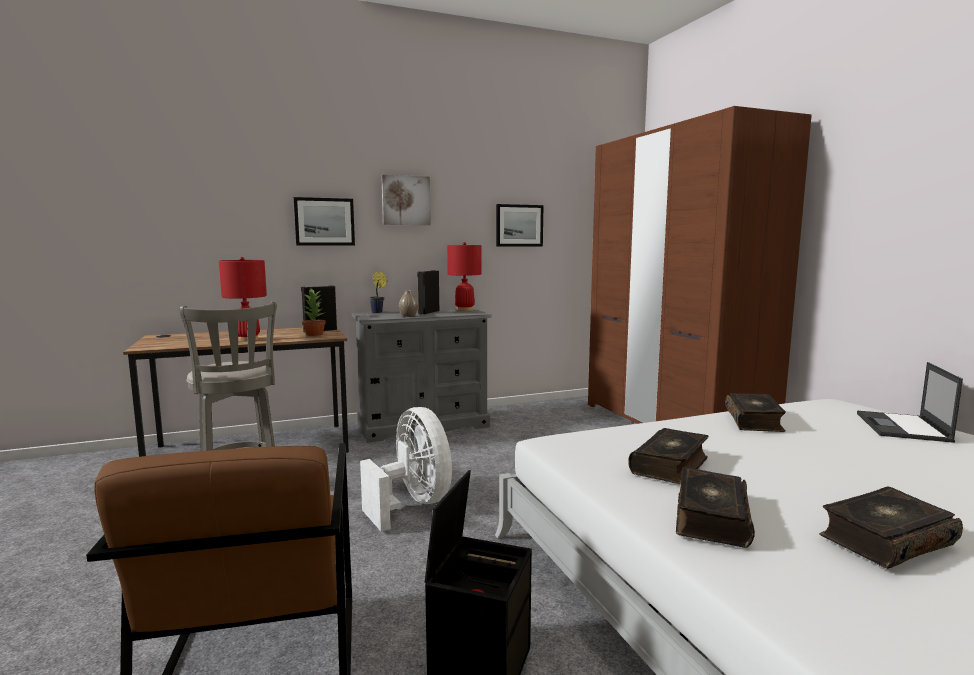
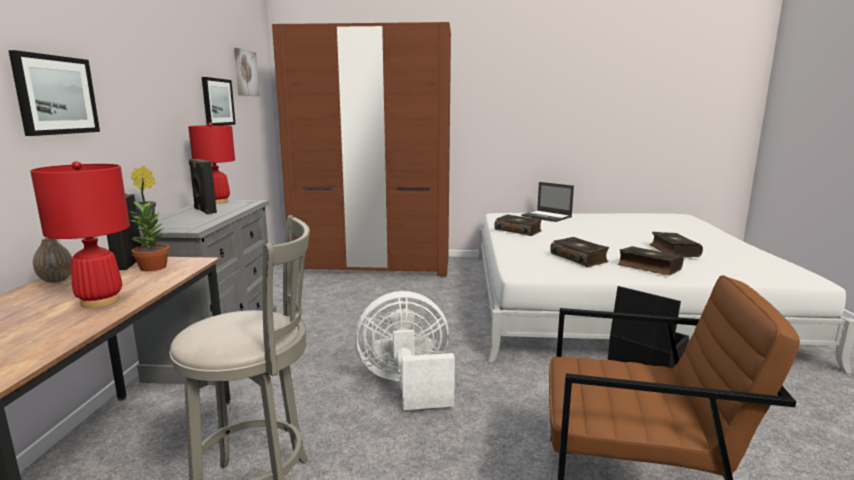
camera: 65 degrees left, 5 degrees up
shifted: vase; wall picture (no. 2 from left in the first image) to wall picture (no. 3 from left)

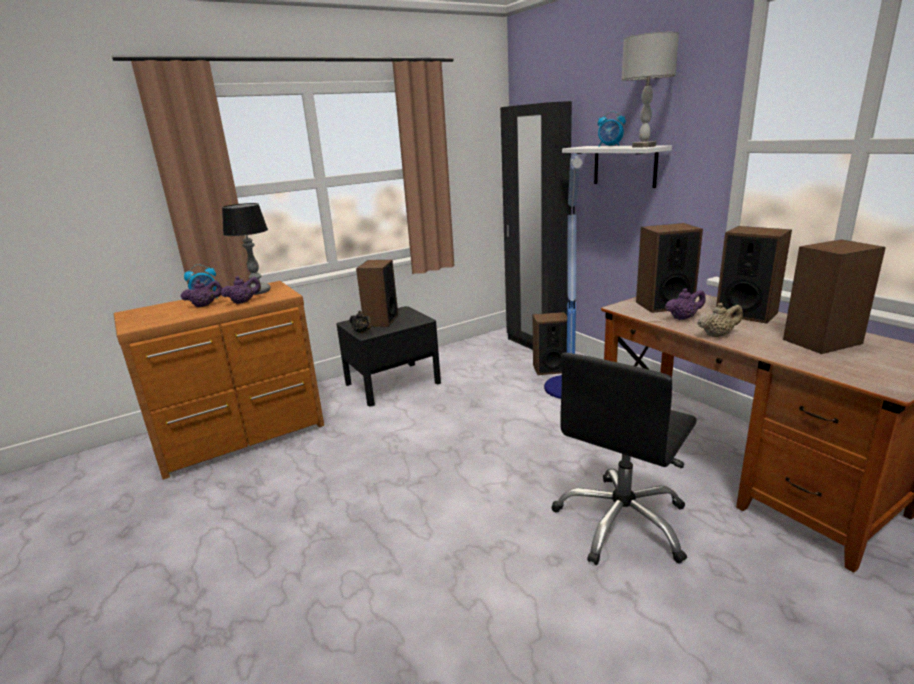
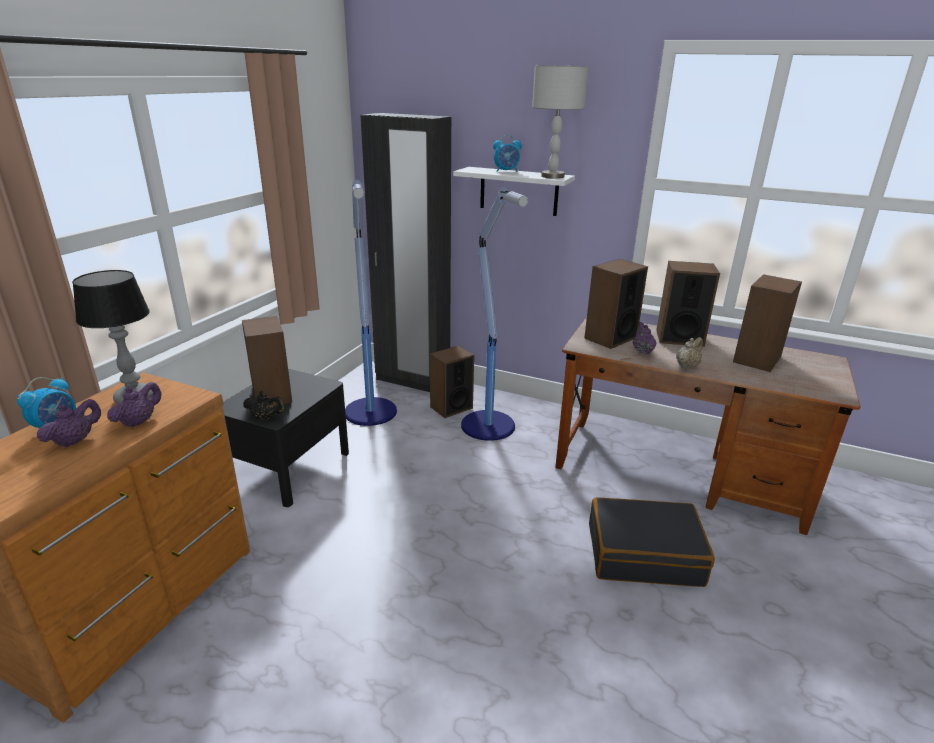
camera: 35 degrees left, 5 degrees up
new: standard lamp (no. 1 from left)
swapped: office chair in black to suitcase in black
rotated: pot for tea in purple (no. 3 from left) 45 degrees counterclockwise

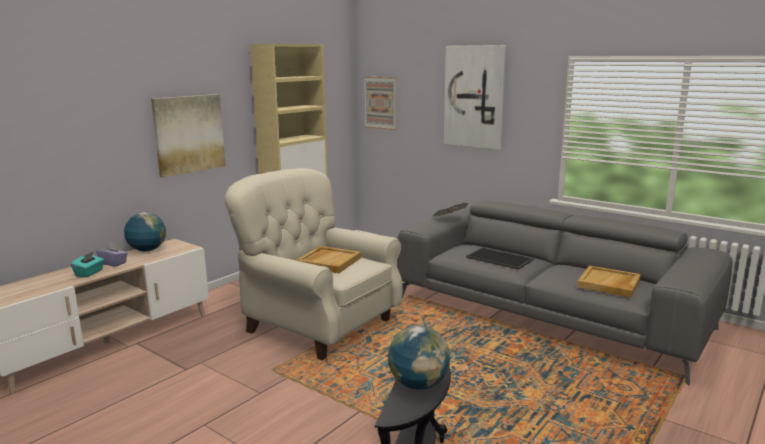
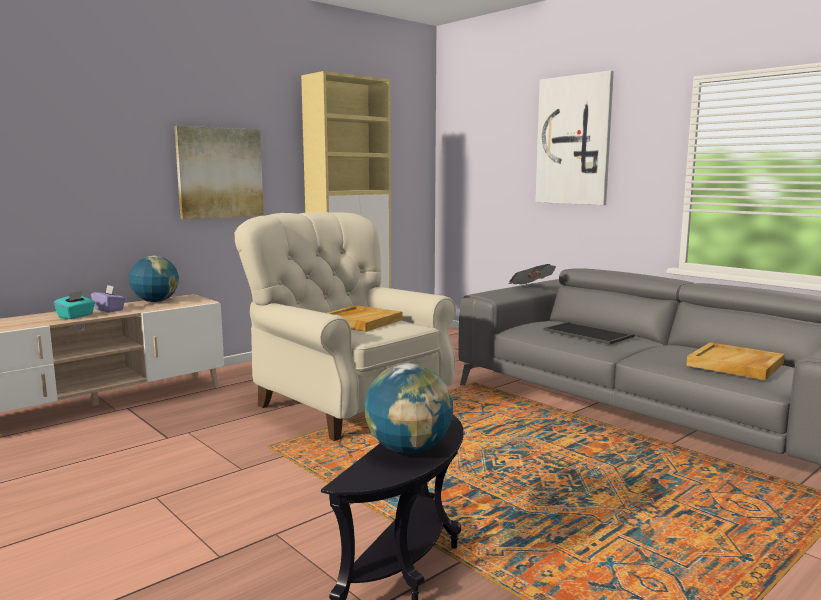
camera: 10 degrees right, 5 degrees down
gone: wall picture (no. 2 from left)

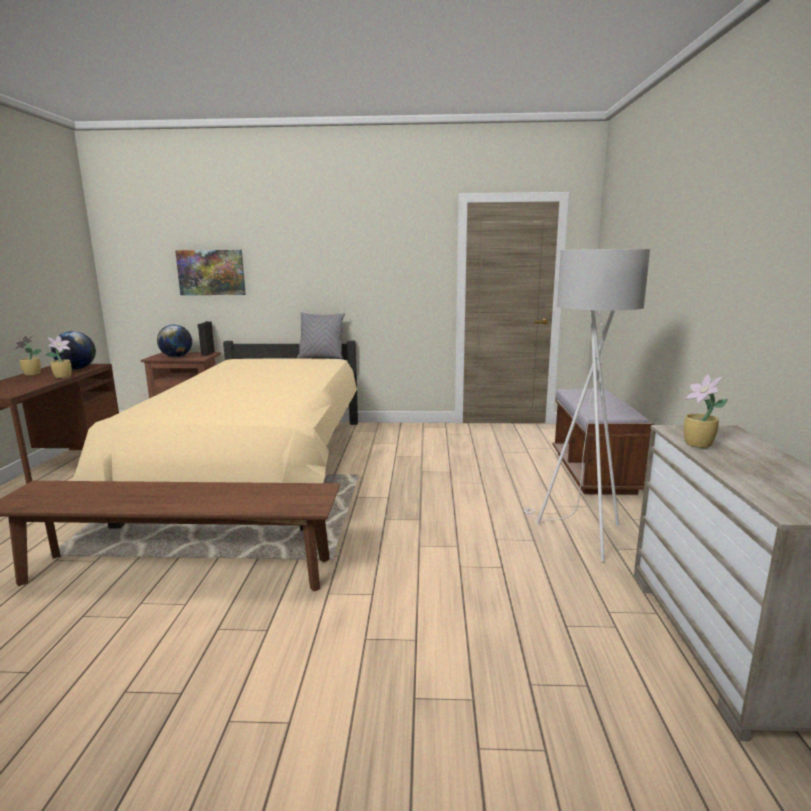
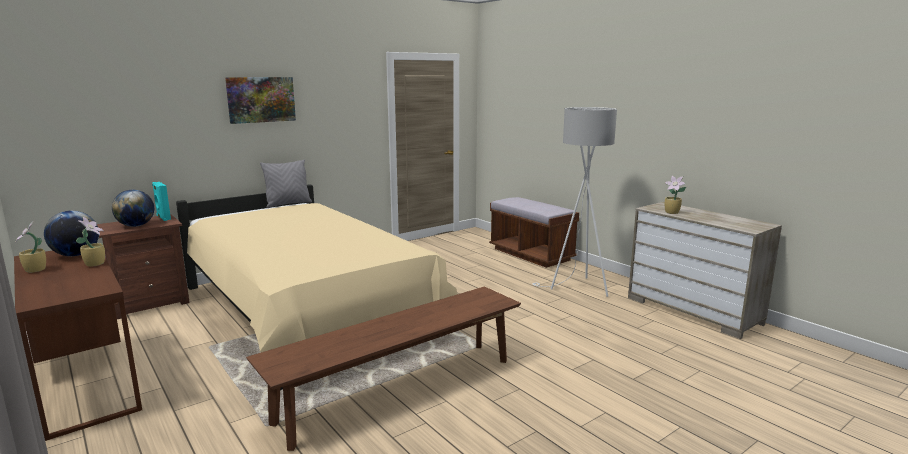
camera: 40 degrees left, 0 degrees up
shifted: wall picture
repainted: audio speaker in black to audio speaker in turquoise-coloured

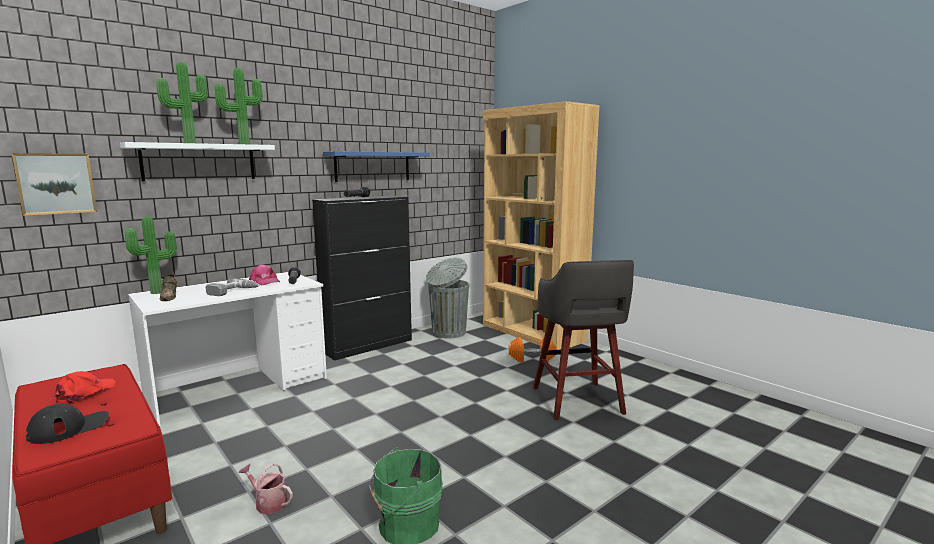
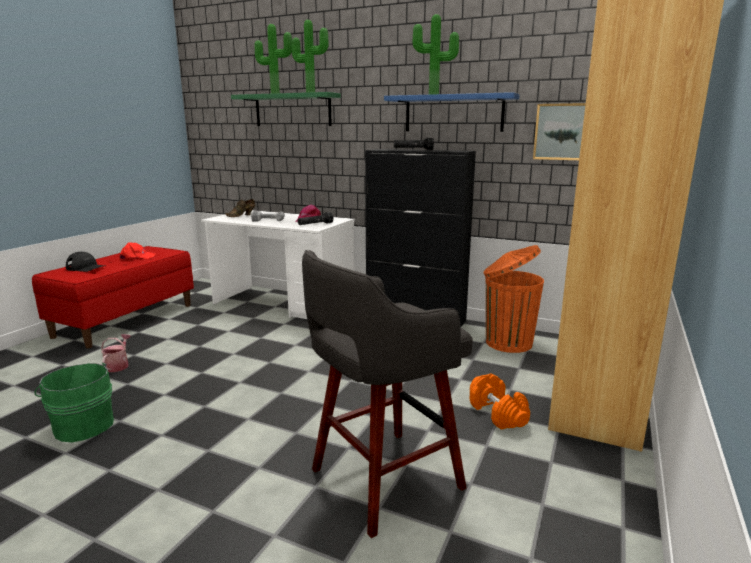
camera: 65 degrees right, 5 degrees up
shifted: houseplant (no. 1 from left in the first image) to houseplant (no. 3 from left); wall picture
repainted: shelf in whitish to shelf in green; waste bin in gray to waste bin in orange

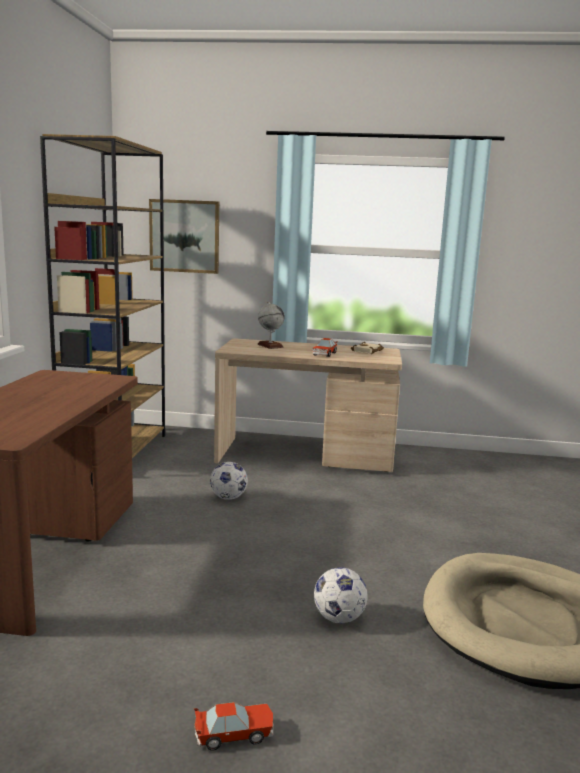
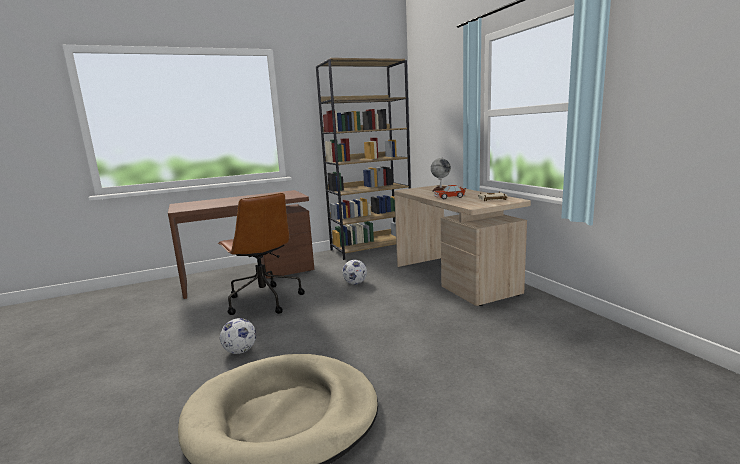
camera: 60 degrees right, 0 degrees up
gone: wall picture; toy car (no. 1 from left)
new: office chair in brown

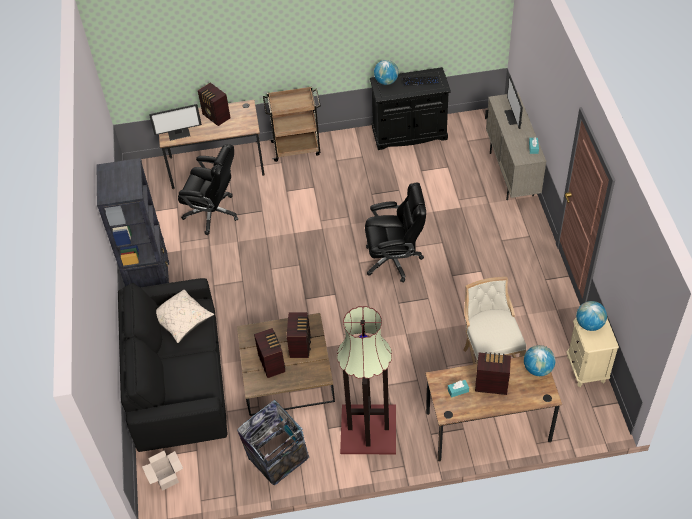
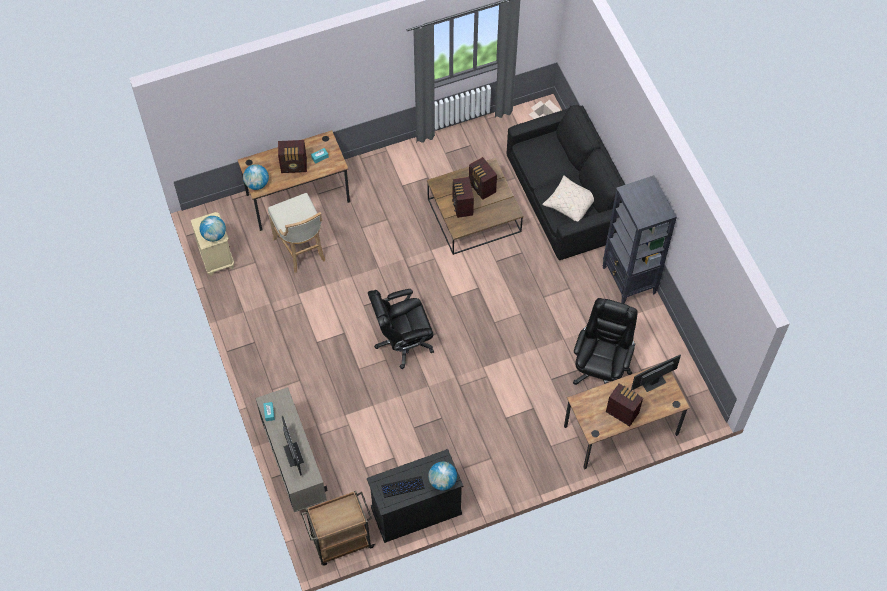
camera: 165 degrees right, 10 degrees up
gone: waste bin; standard lamp
shifted: cart in brown
rotated: office chair in black (no. 1 from left in the first image) 105 degrees clockwise

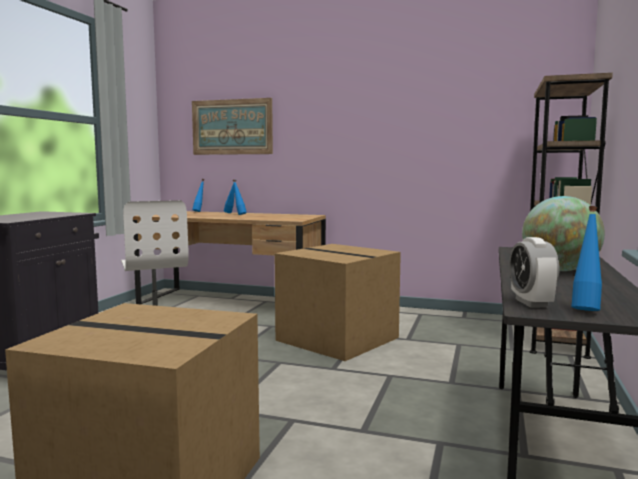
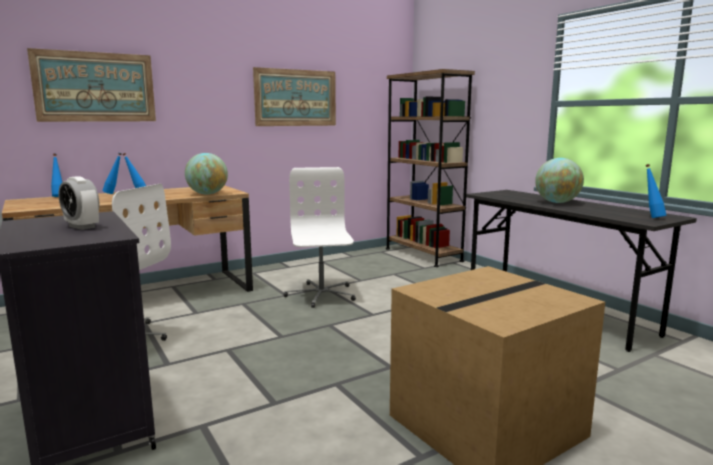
camera: 50 degrees left, 5 degrees up
new: globe (no. 1 from left); wall picture (no. 2 from left)
shifted: bedside clock
swapped: cardboard box (no. 2 from left) to office chair in whitish (no. 2 from left)

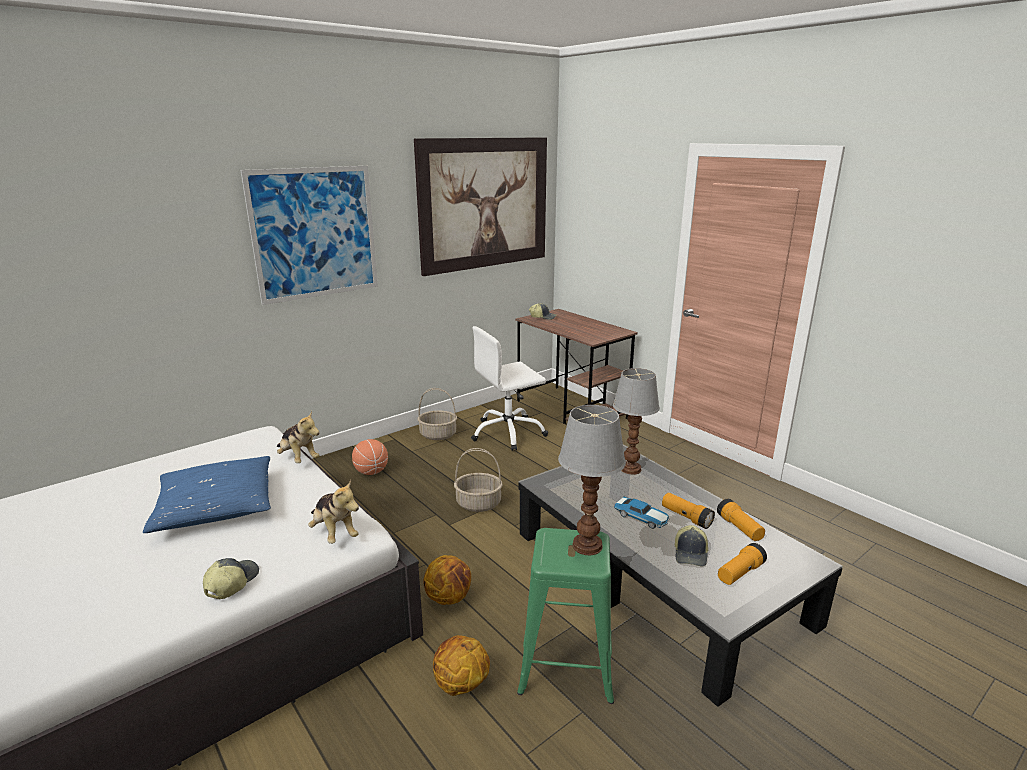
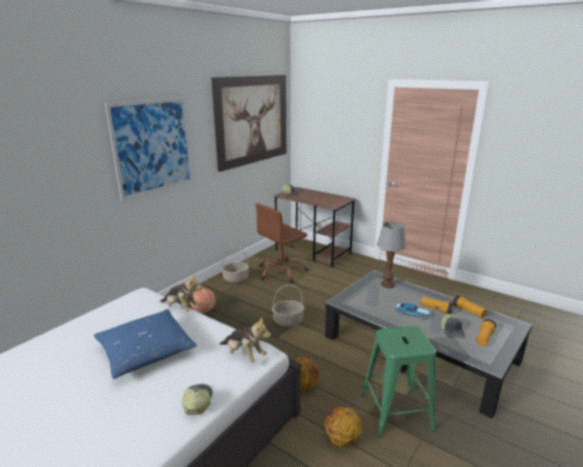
camera: 15 degrees left, 0 degrees up
gone: tabletop lamp (no. 1 from left)
repainted: office chair in whitish to office chair in brown

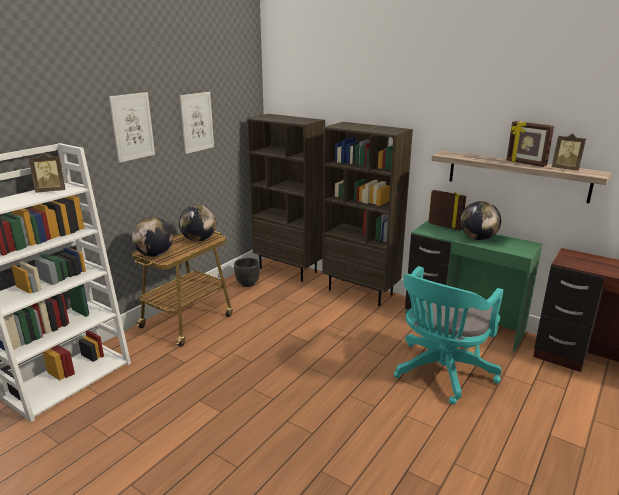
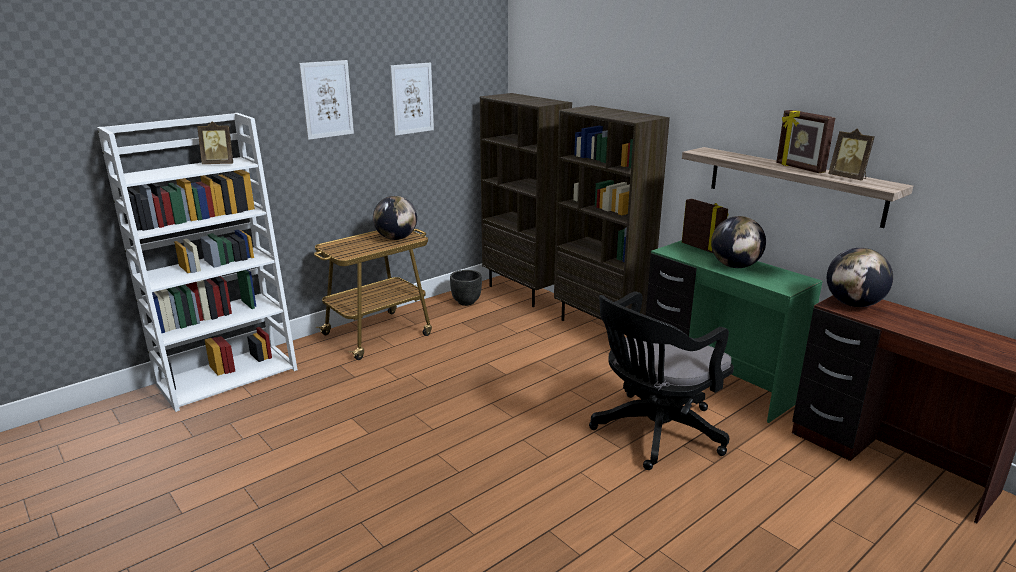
camera: 15 degrees right, 0 degrees up
shifted: globe (no. 1 from left in the first image) to globe (no. 3 from left)
repainted: office chair in turquoise-coloured to office chair in black

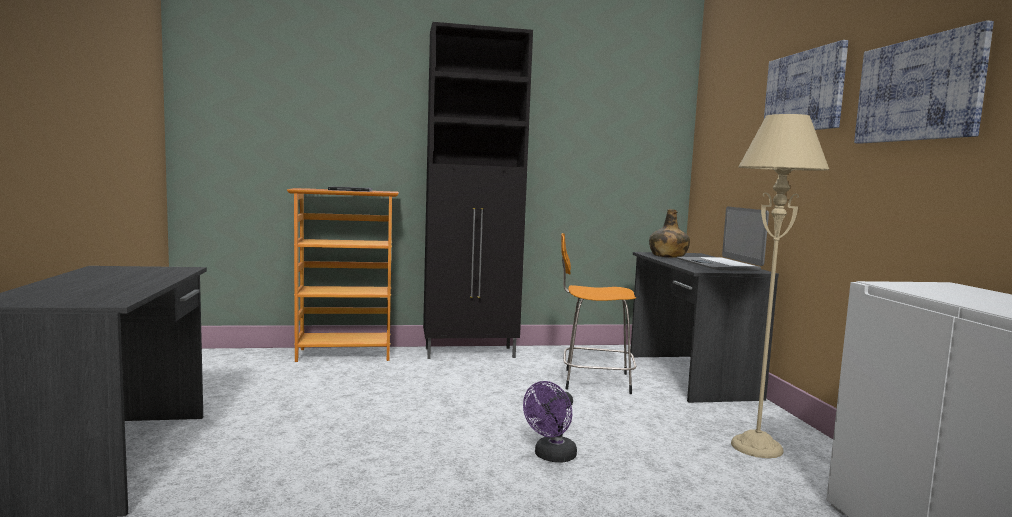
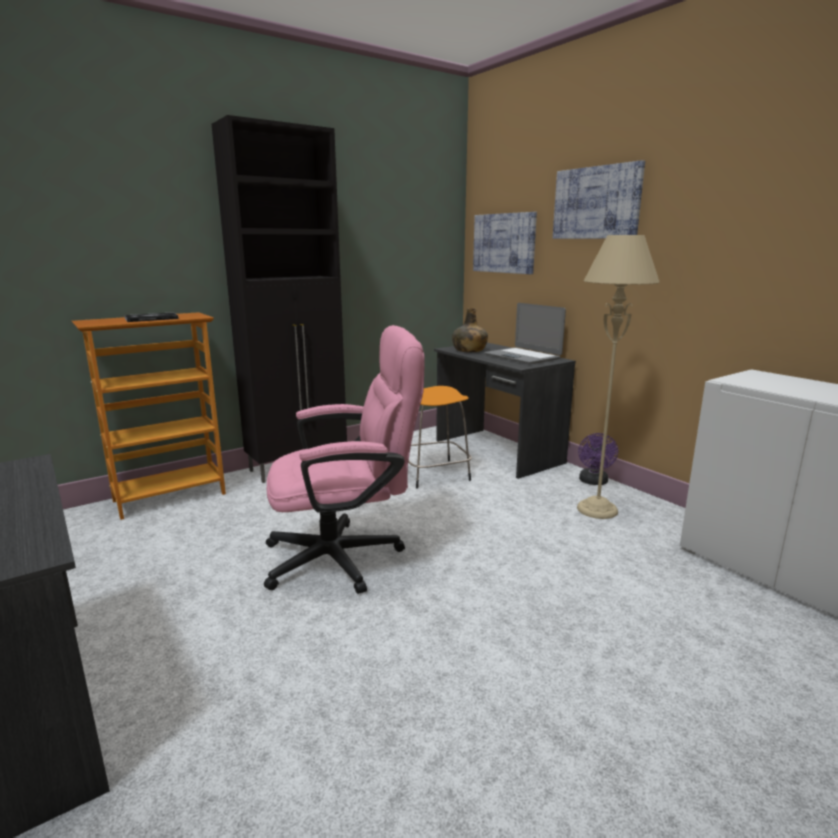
camera: 25 degrees left, 10 degrees up
new: office chair in pink
shifted: wall picture (no. 2 from left in the first image) to wall picture (no. 1 from left); electric fan in purple

